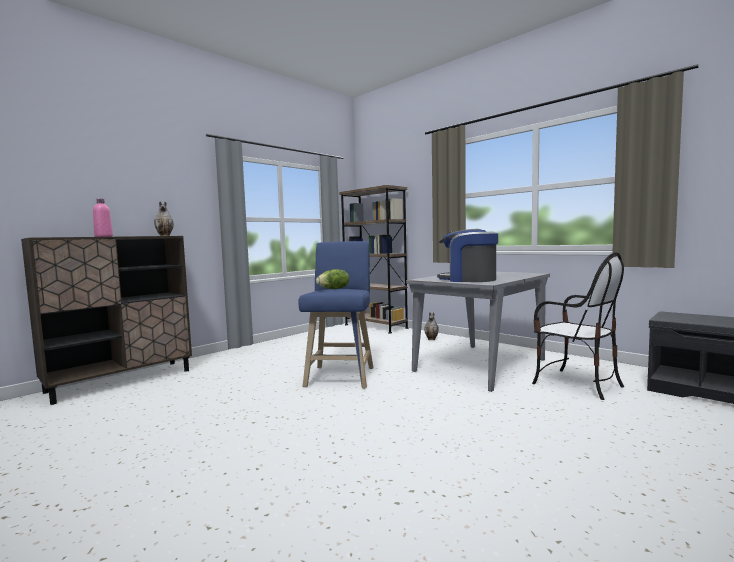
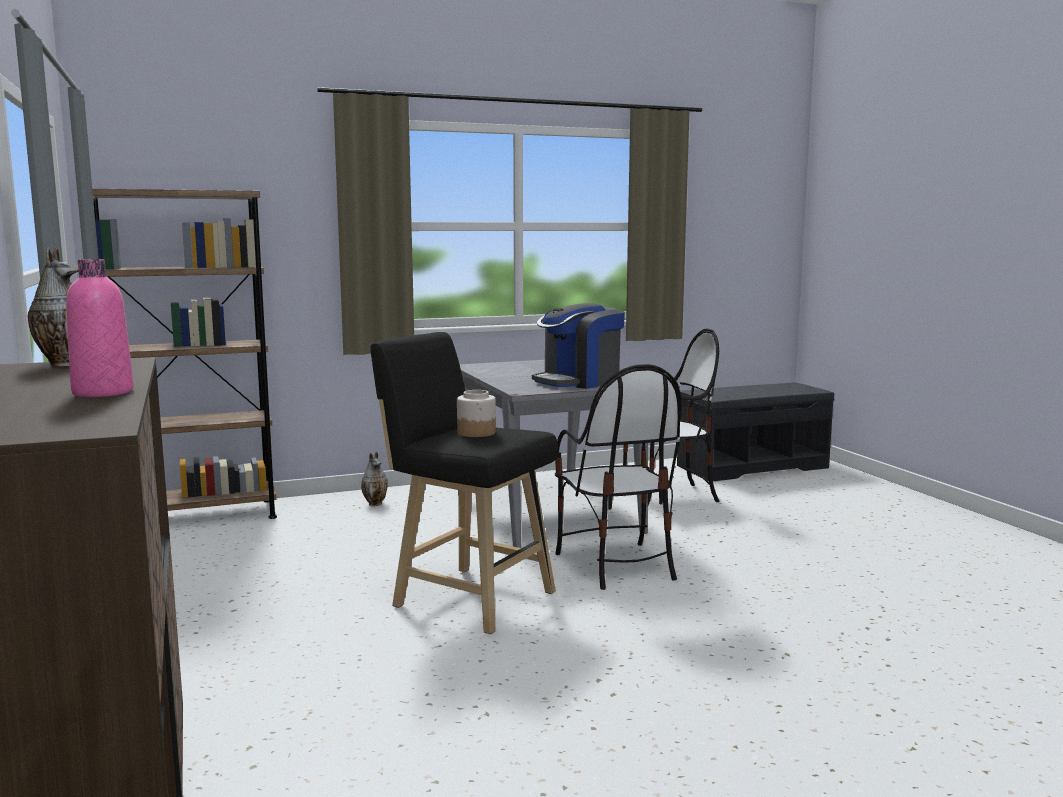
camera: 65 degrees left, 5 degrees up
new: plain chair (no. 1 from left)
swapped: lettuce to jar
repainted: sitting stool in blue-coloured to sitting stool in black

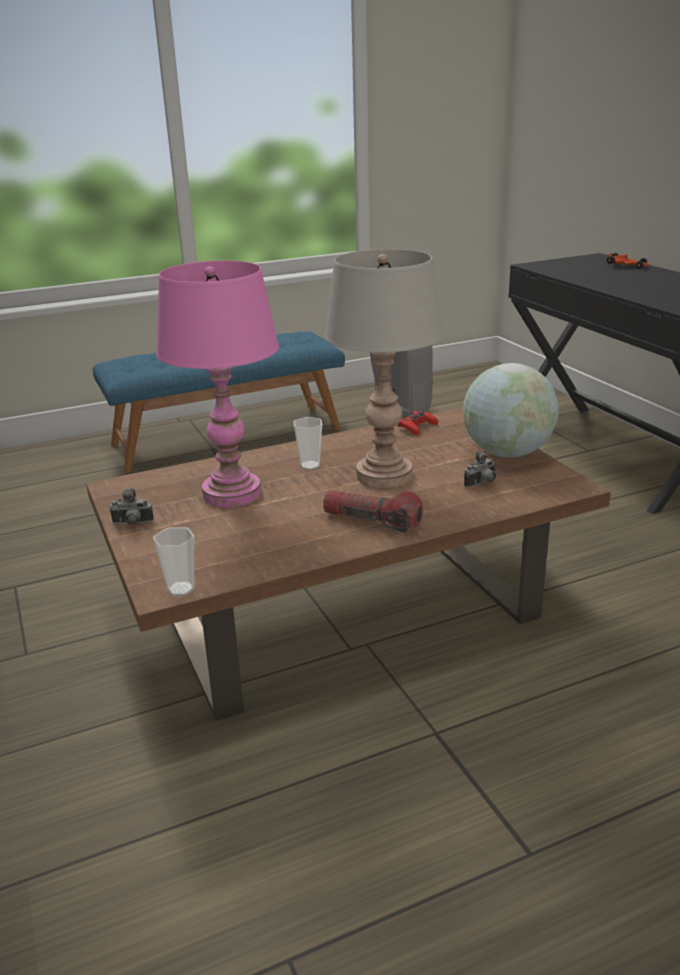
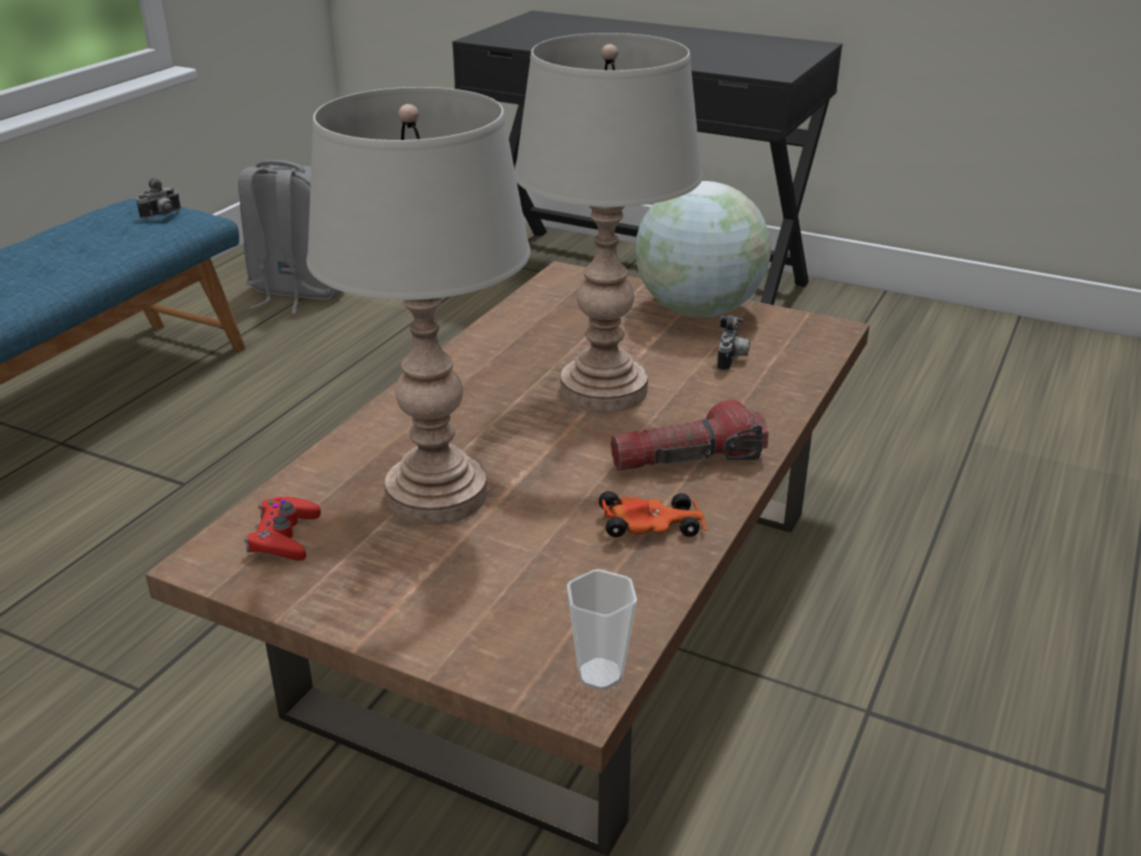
camera: 40 degrees left, 5 degrees up
gone: drinking cup (no. 2 from left)
shifted: photo camera (no. 1 from left); game controller in reddish; toy car
repainted: tabletop lamp in pink to tabletop lamp in gray (no. 1 from left)

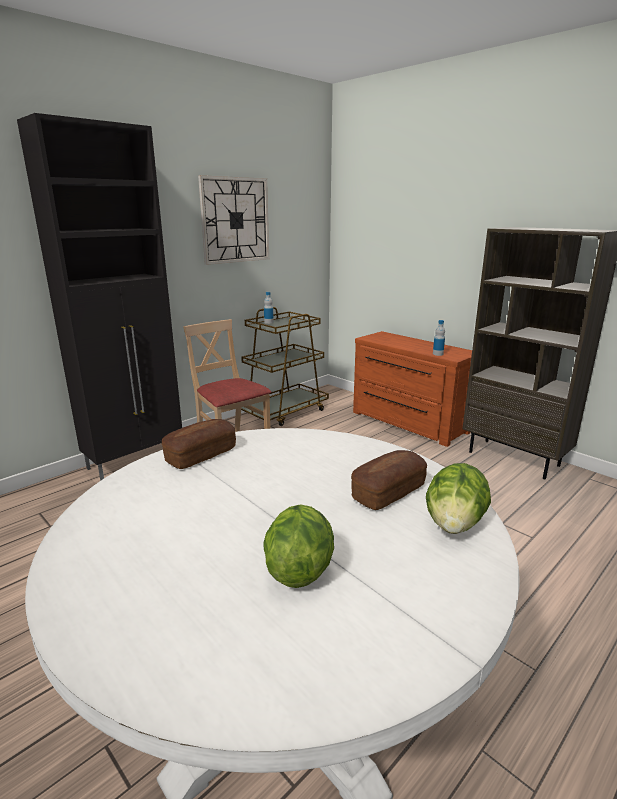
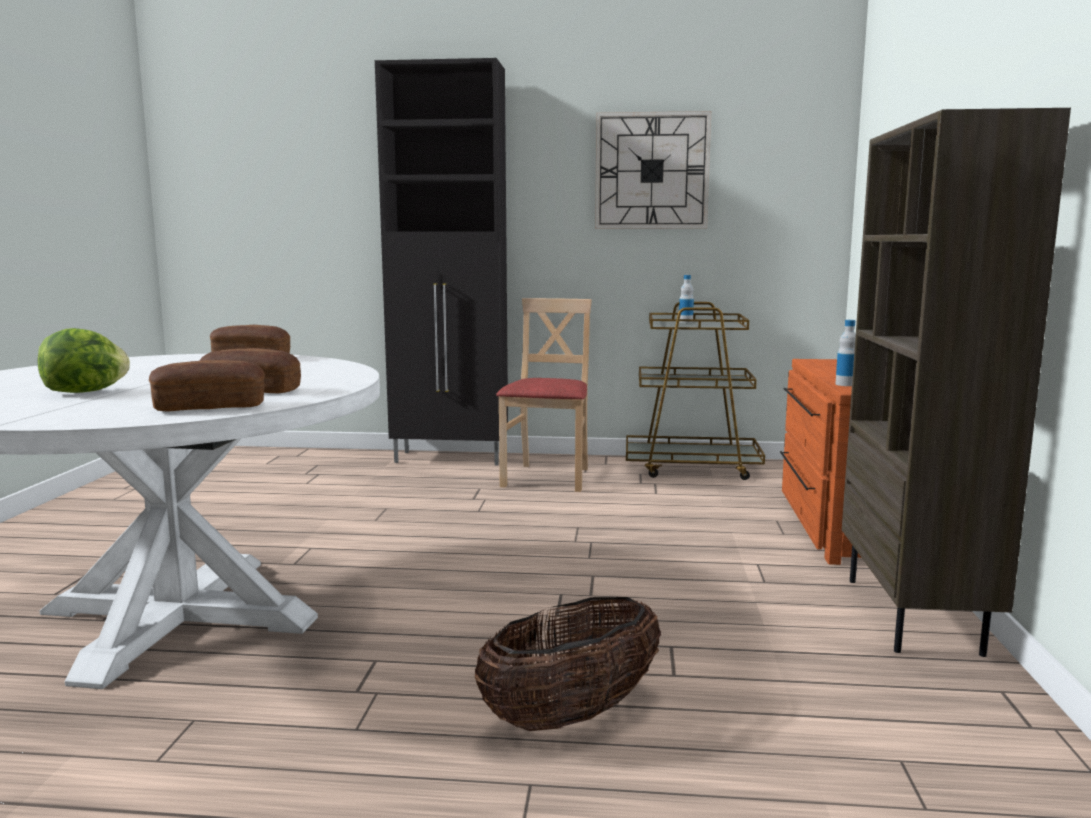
camera: 50 degrees right, 10 degrees down
new: basket
swapped: lettuce (no. 2 from left) to baked bread (no. 1 from left)

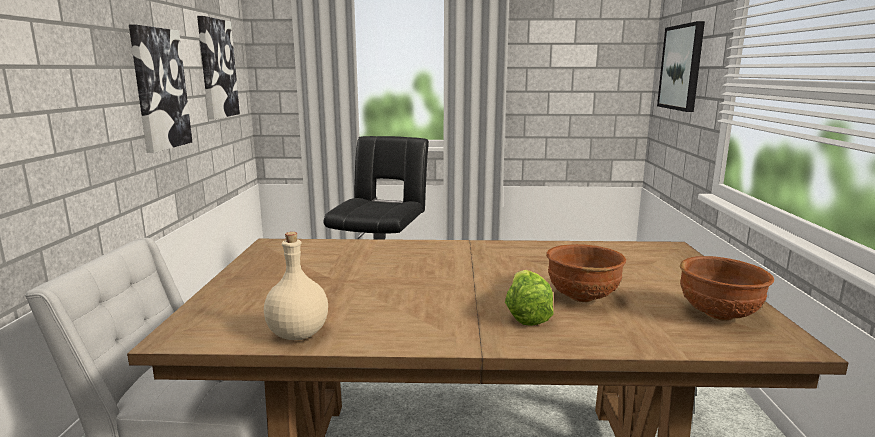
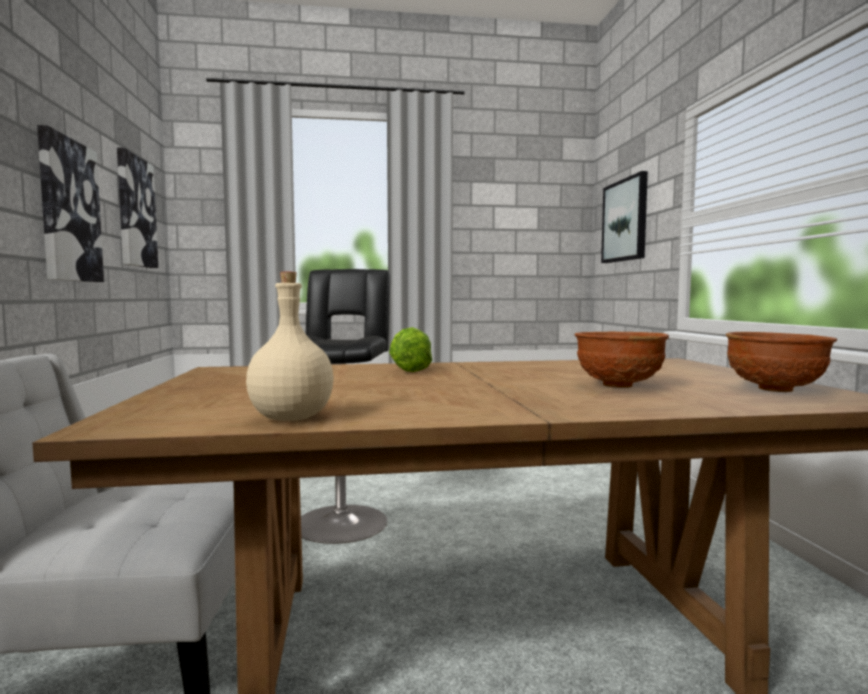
camera: 10 degrees left, 10 degrees down
shifted: lettuce

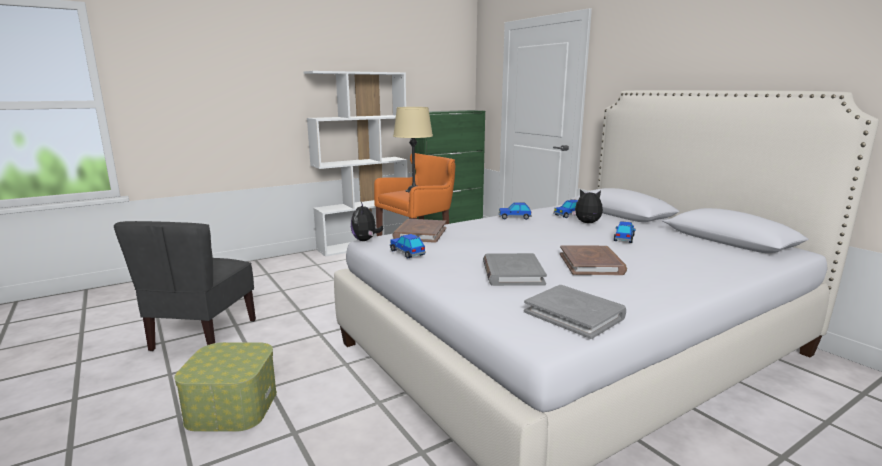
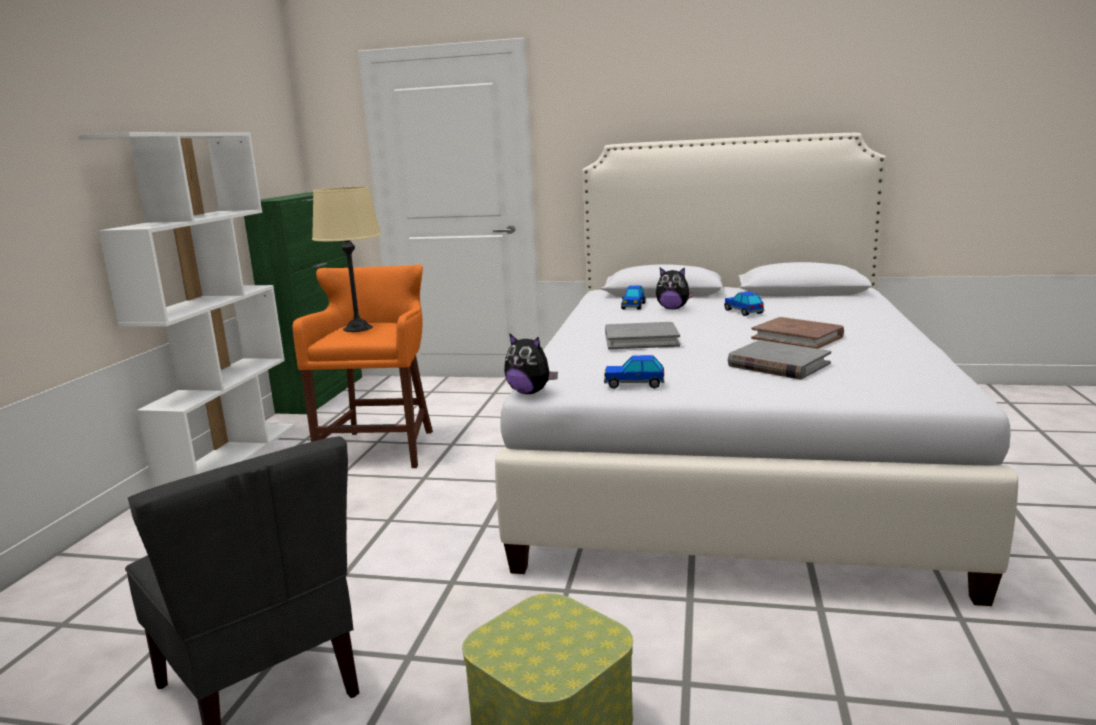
camera: 45 degrees left, 0 degrees up
gone: book in brown (no. 1 from left); toy car (no. 2 from left)
shifted: book in gray (no. 2 from left in the first image) to book in gray (no. 1 from left)
rotated: cuddly toy (no. 2 from left) 135 degrees counterclockwise

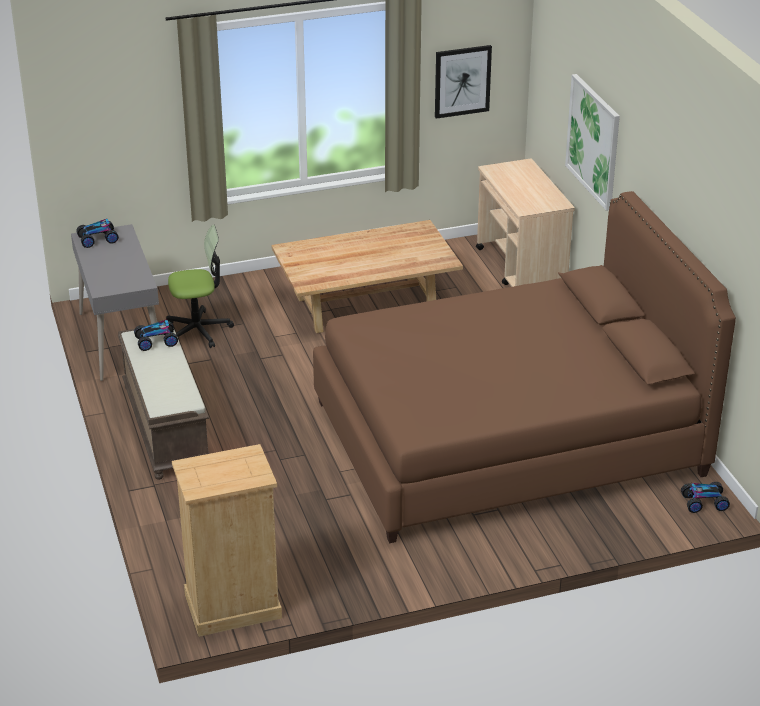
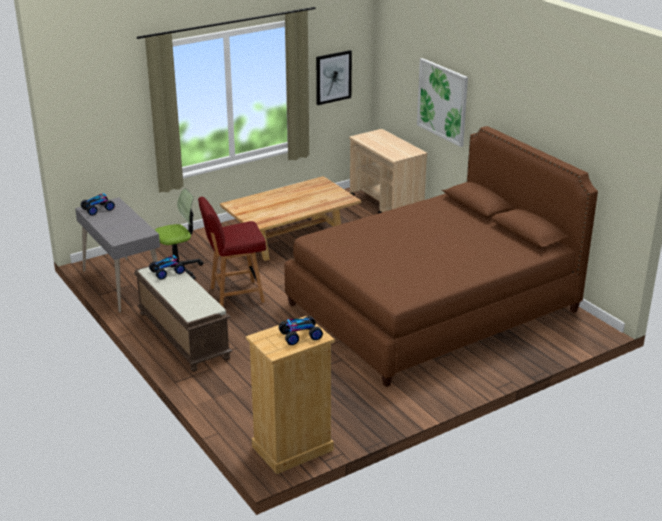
camera: 15 degrees left, 5 degrees down
new: plain chair in reddish
shifted: toy car (no. 3 from left)

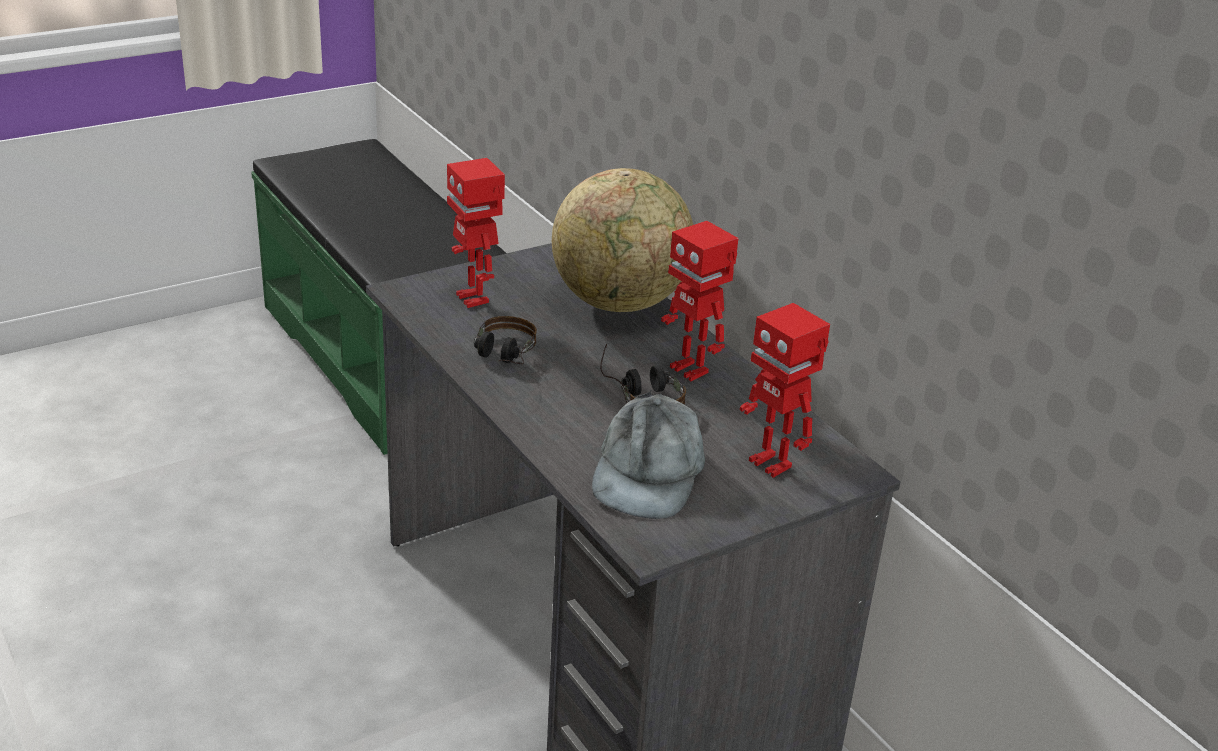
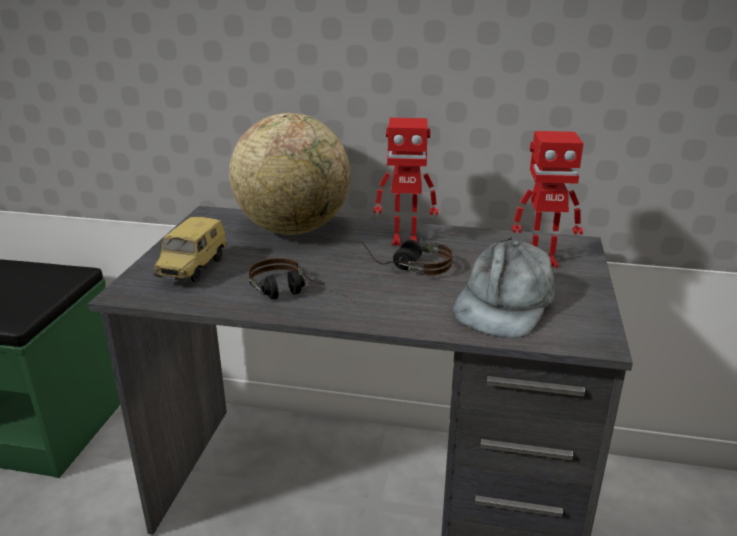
camera: 45 degrees left, 5 degrees down
swapped: robot figure (no. 1 from left) to toy car
rotated: cap in gray 60 degrees clockwise

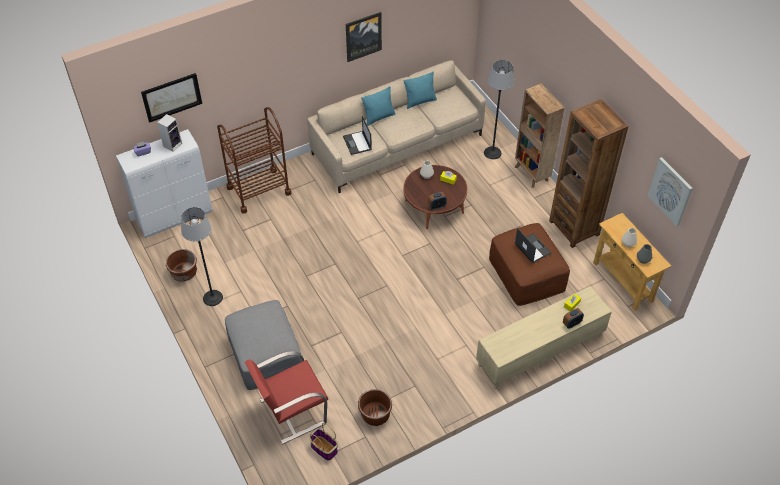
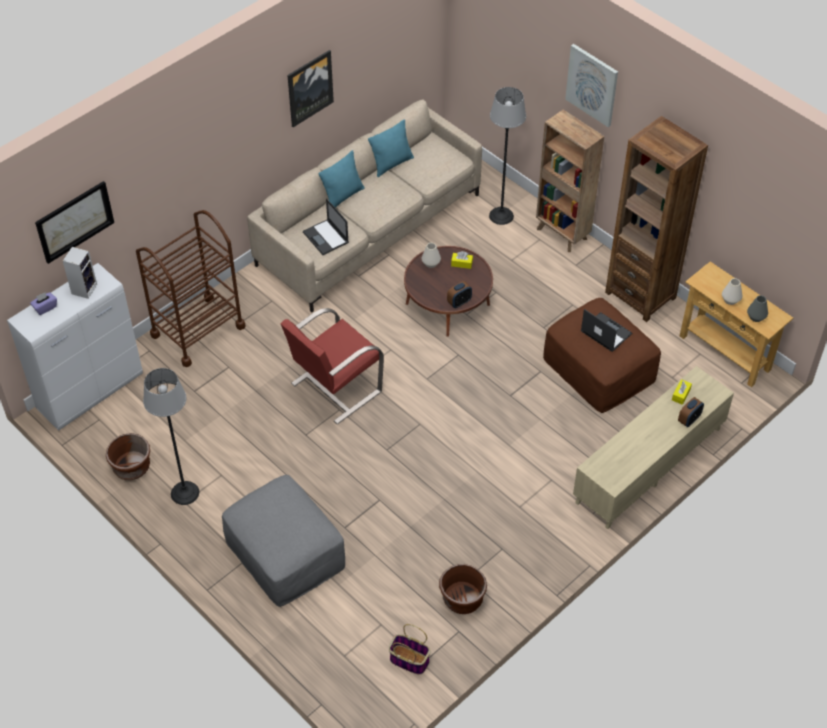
camera: 15 degrees left, 0 degrees up
shifted: easy chair in reddish; wall picture (no. 3 from left)

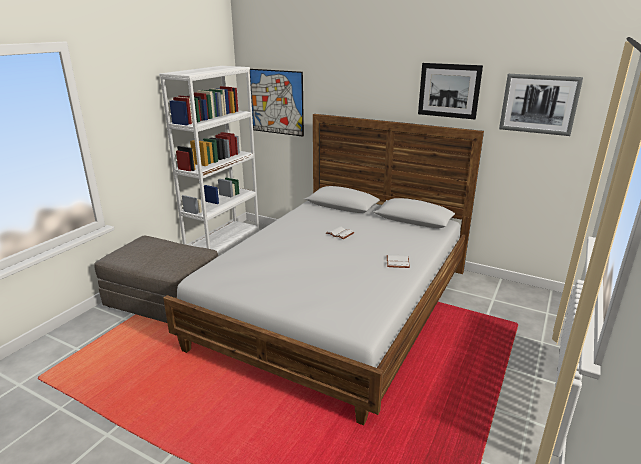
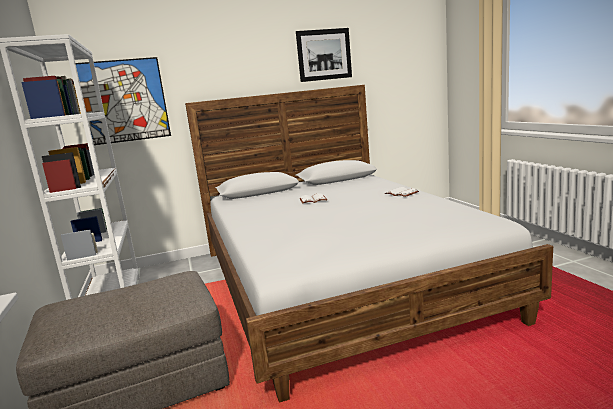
camera: 45 degrees left, 10 degrees down
gone: wall picture (no. 3 from left)

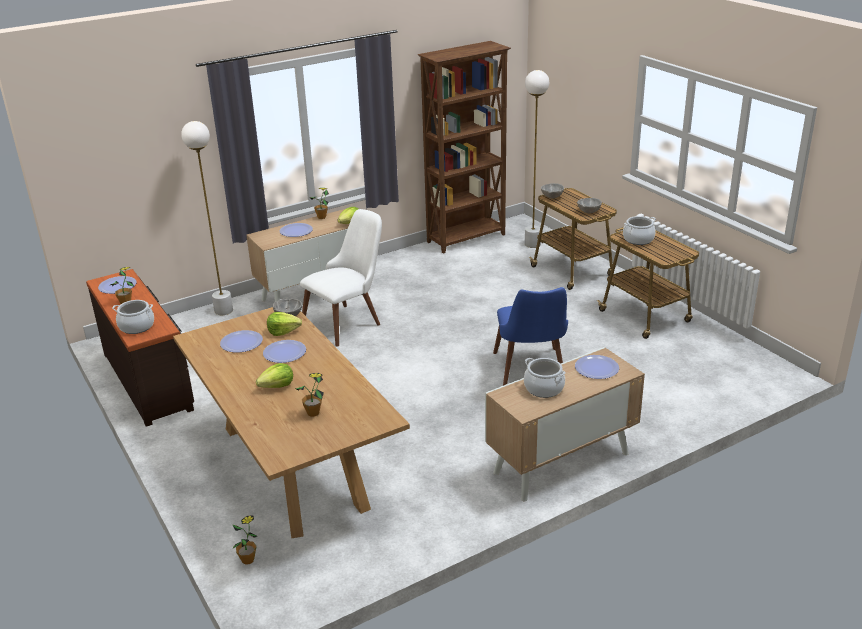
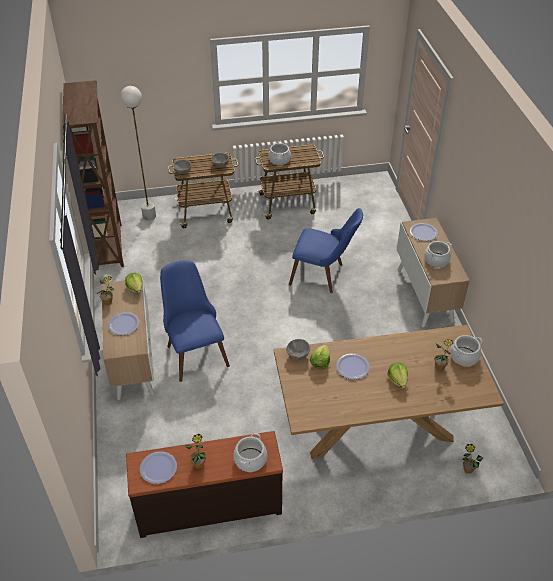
camera: 70 degrees left, 15 degrees up
gone: standard lamp in whitish (no. 1 from left); dinner plate (no. 2 from left)
new: stockpot (no. 4 from left)
repainted: plain chair in whitish to plain chair in blue-coloured (no. 1 from left)

